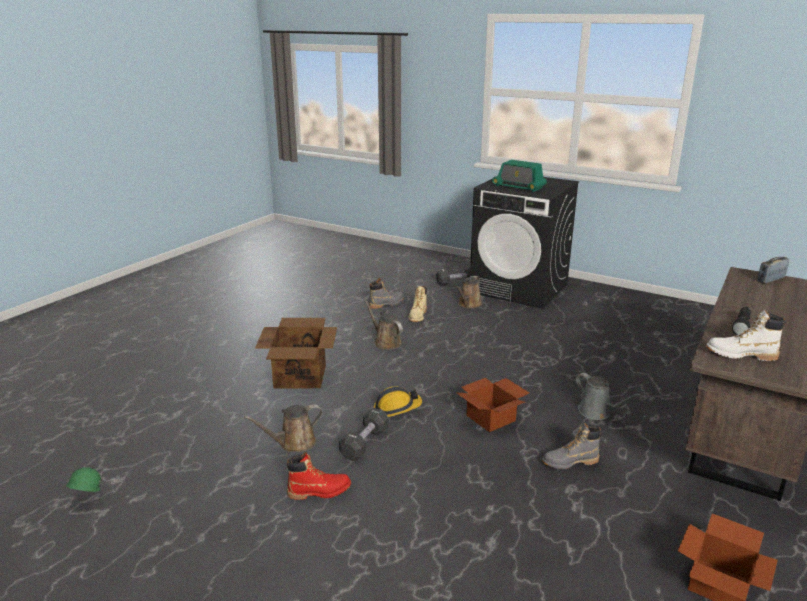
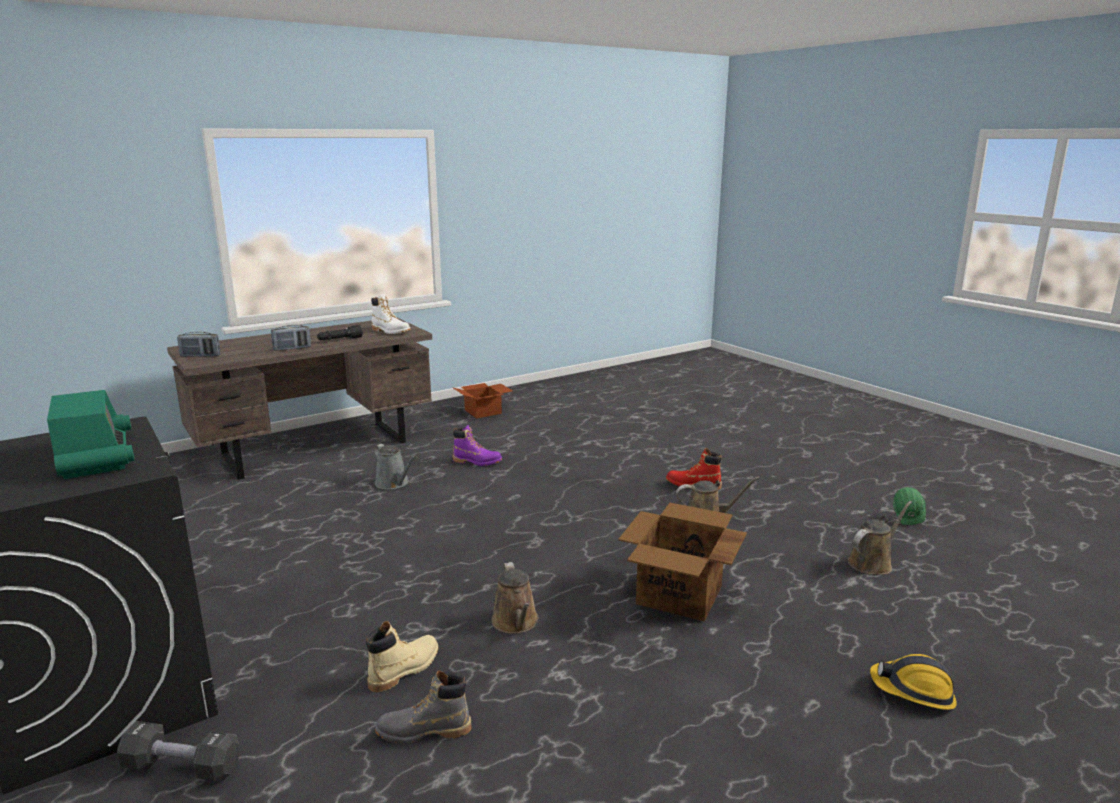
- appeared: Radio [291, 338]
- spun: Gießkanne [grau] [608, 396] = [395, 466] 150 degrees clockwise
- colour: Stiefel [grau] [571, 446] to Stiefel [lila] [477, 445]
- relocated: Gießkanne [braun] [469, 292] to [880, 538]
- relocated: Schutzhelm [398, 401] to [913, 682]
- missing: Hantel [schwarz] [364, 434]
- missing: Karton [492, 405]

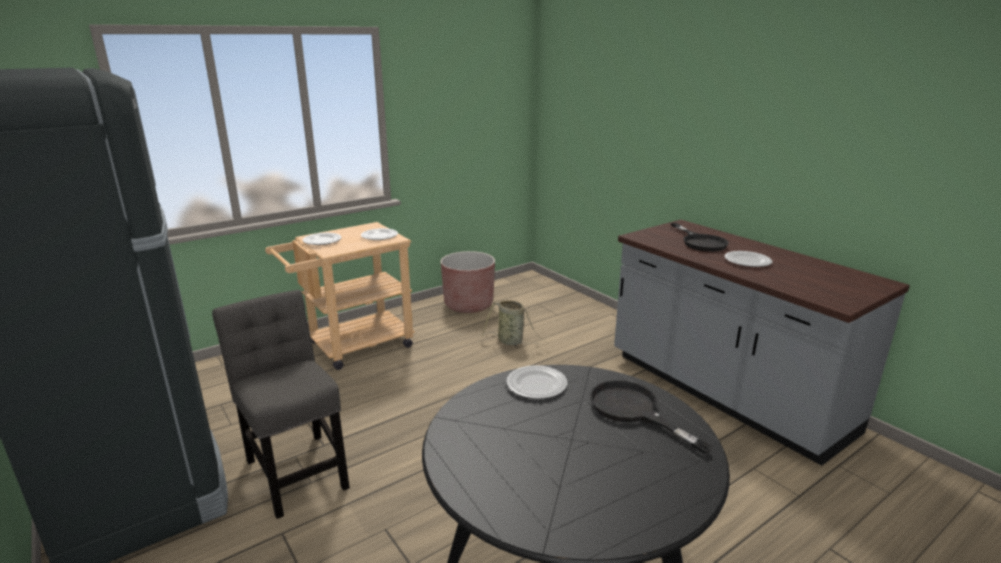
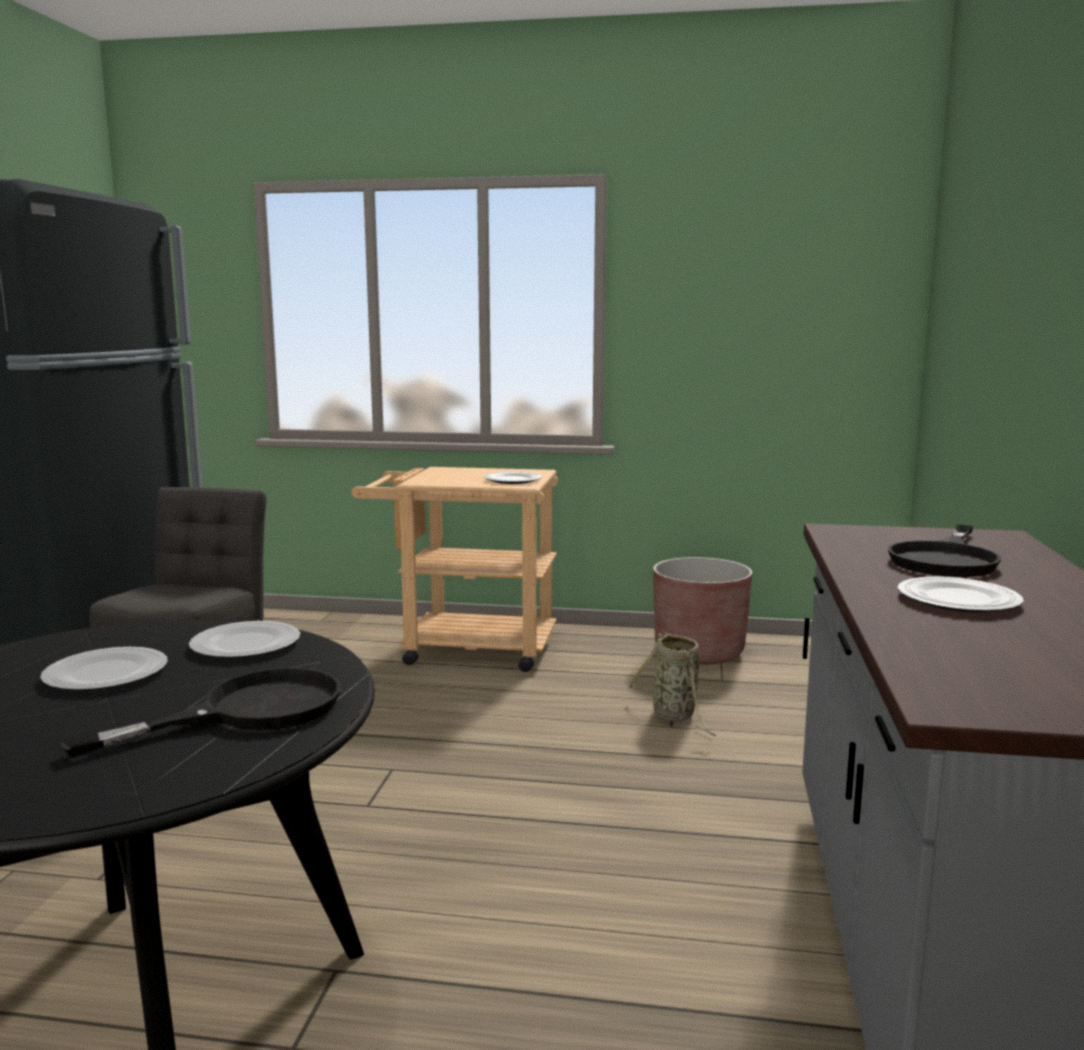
- relocated: Teller [322, 239] to [104, 668]
- spun: Pfanne [schwarz] [651, 417] = [201, 712] 45 degrees clockwise

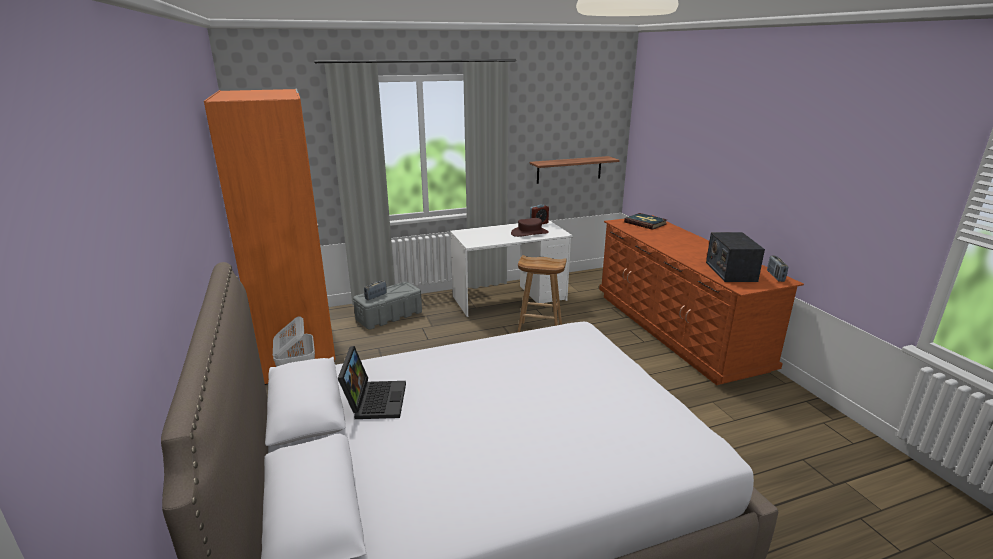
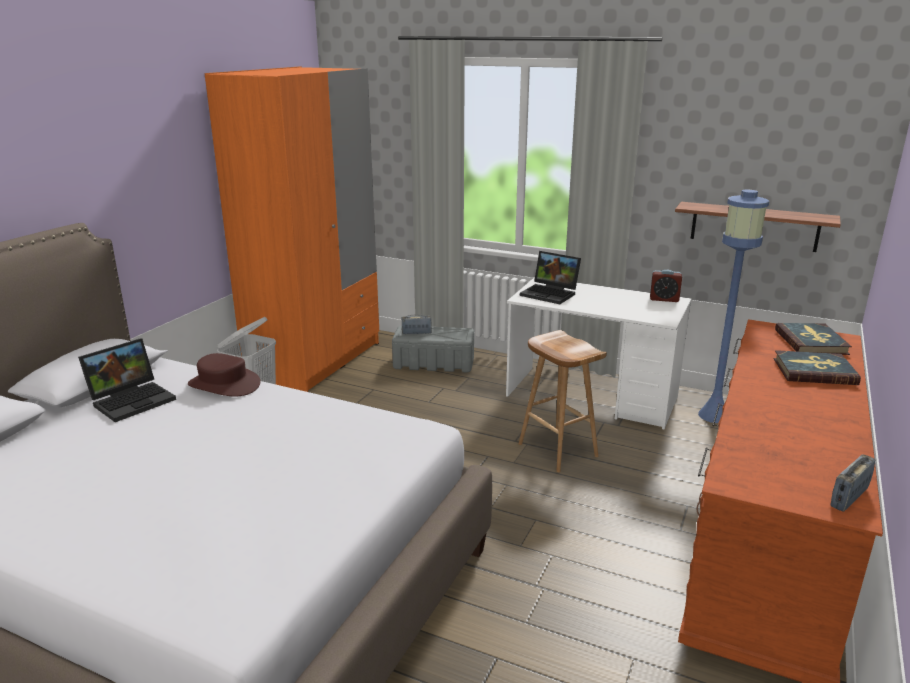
- relocated: Hut [braun] [530, 227] to [224, 374]
- appeared: Laptop [550, 277]
- appeared: Stehlampe [blau] [733, 306]
- appeared: Buch [817, 367]
- missing: Radio [735, 257]

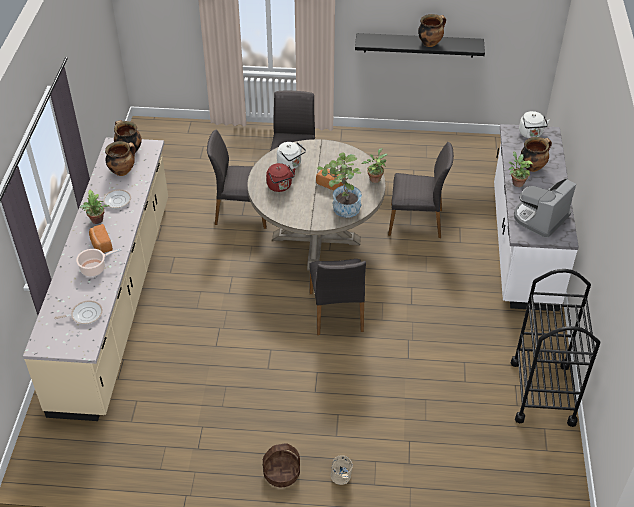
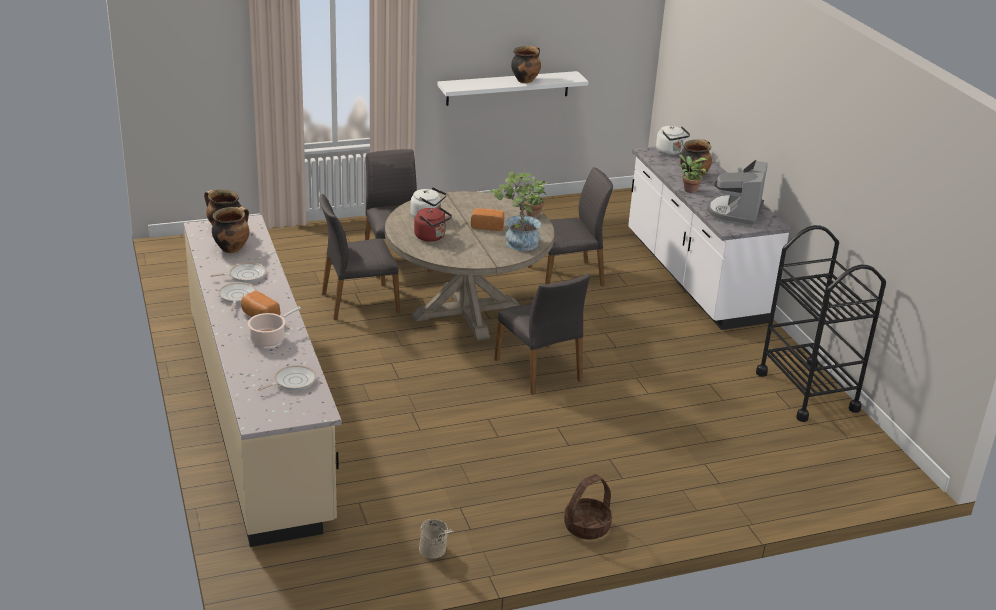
- exchanged: Topfpflanze [94, 207] to Pfanne [237, 296]
- relocated: Eimer [beige] [341, 470] to [436, 539]
- colour: Wandregal [schwarz] [420, 45] to Wandregal [weiß] [513, 88]

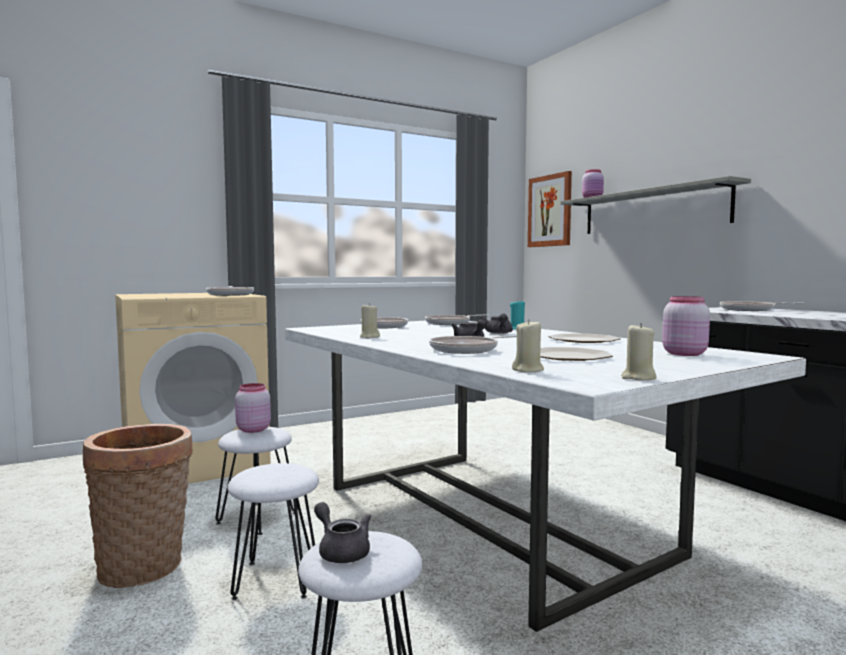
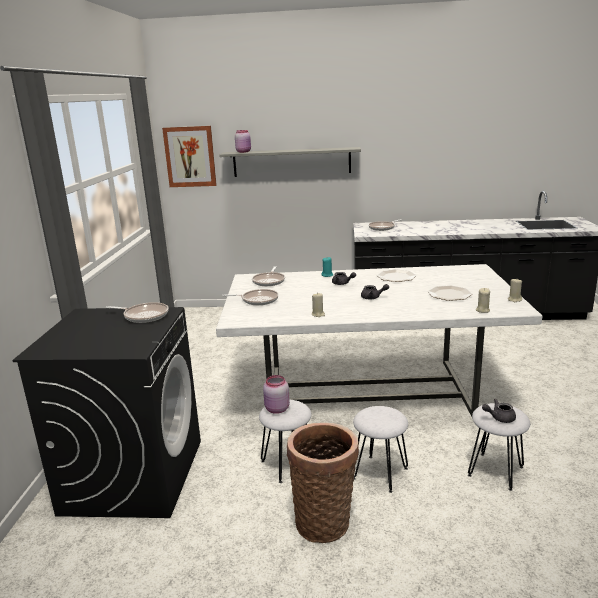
- colour: Waschmaschine [beige] [193, 388] to Waschmaschine [schwarz] [106, 412]
- missing: Pfanne [473, 344]
- missing: Vorratsglas [rosa] [686, 326]

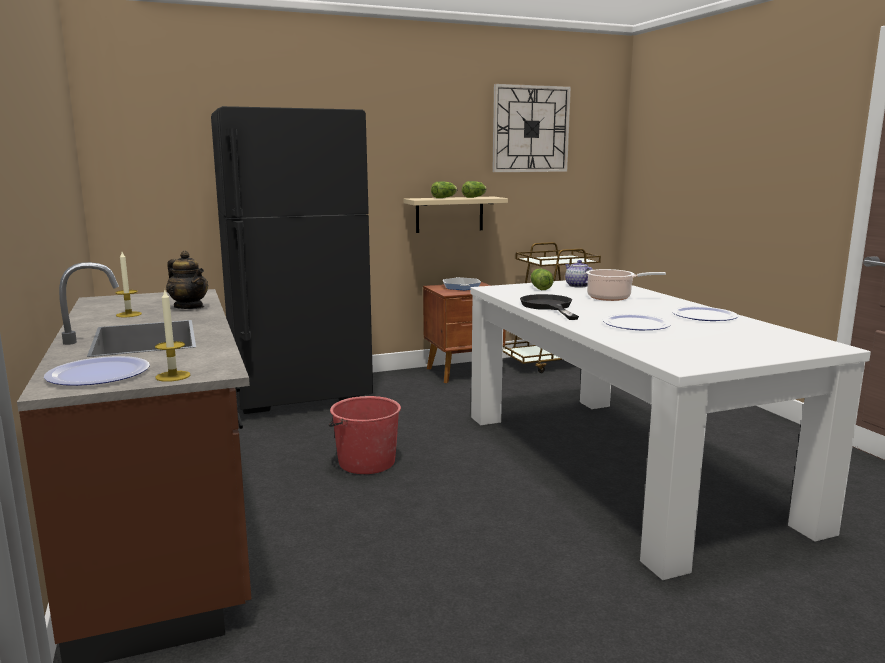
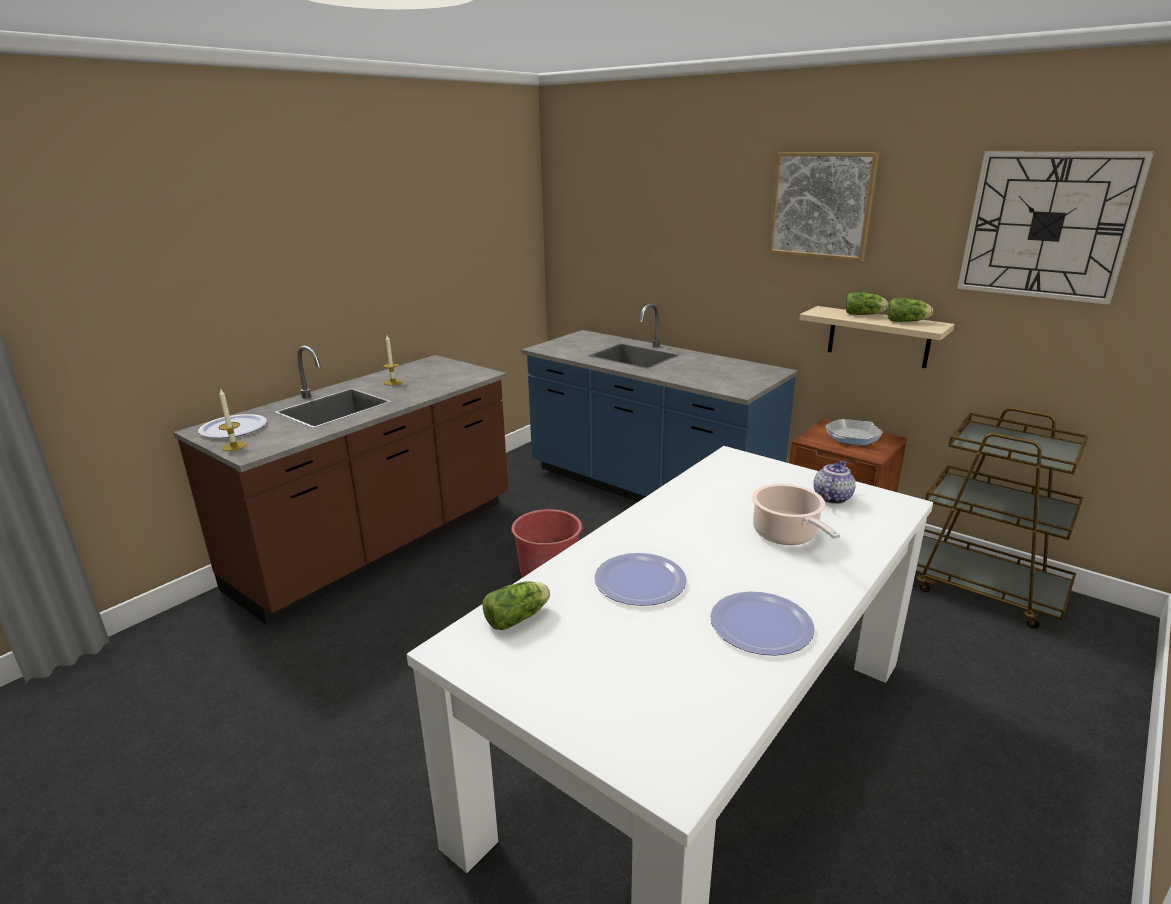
- relocated: Salatkopf [542, 279] to [516, 605]
- exchanged: Kühlschrank [schwarz] [292, 260] to Küchenzeile [blau] [659, 402]
- appeared: Bild [824, 207]
- missing: Teekanne [187, 280]
- missing: Pfanne [schwarz] [549, 307]

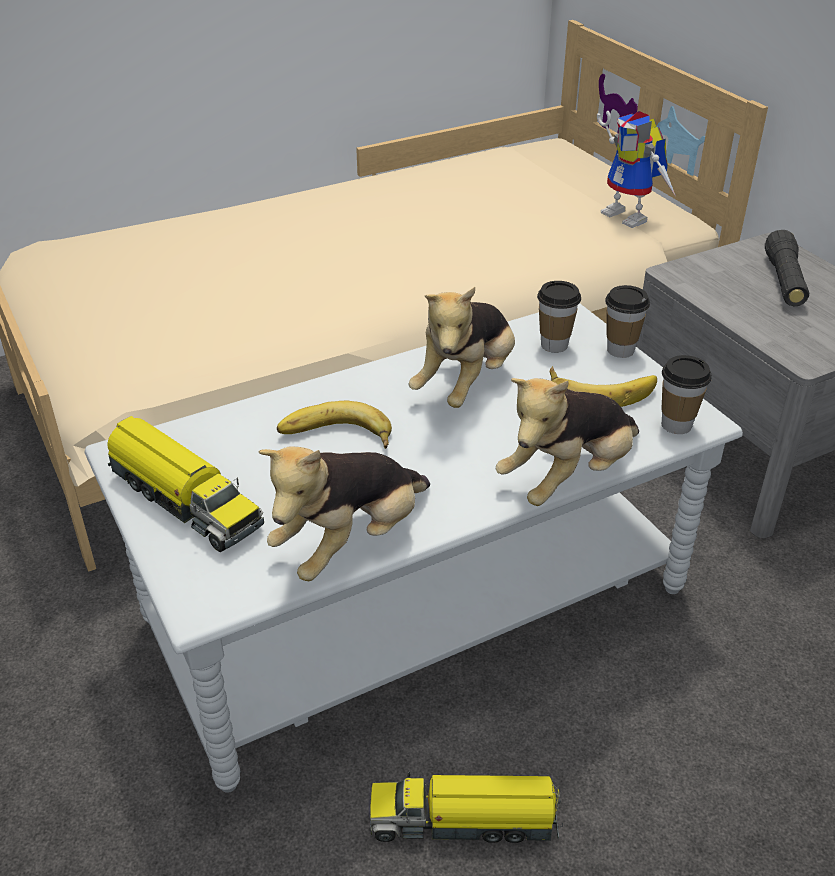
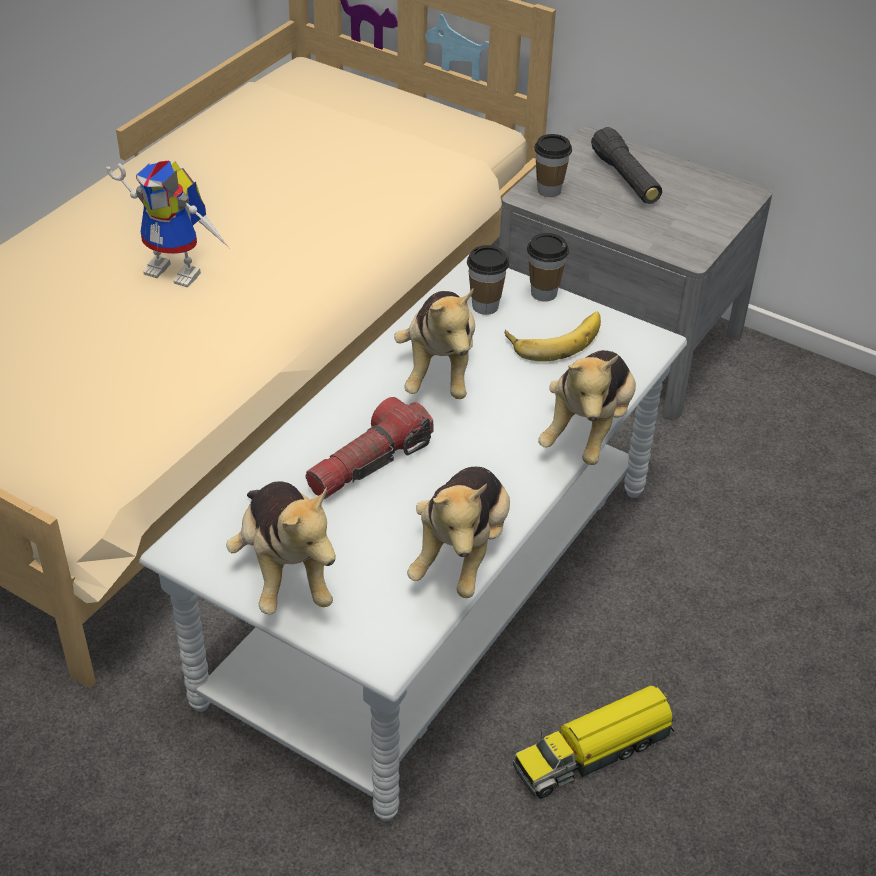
- relocated: Spielzeugroboter [636, 169] to [167, 224]
- exchanged: Spielzeuglaster [186, 484] to Plüschtier [281, 548]
- exchanged: Banane [334, 425] to Taschenlampe [369, 448]
- relocated: Tasse [686, 394] to [553, 165]

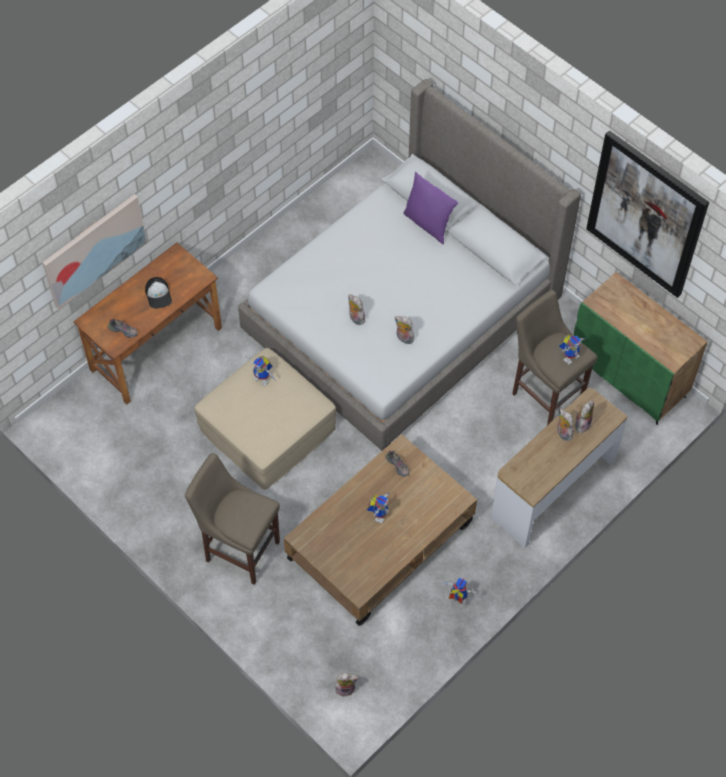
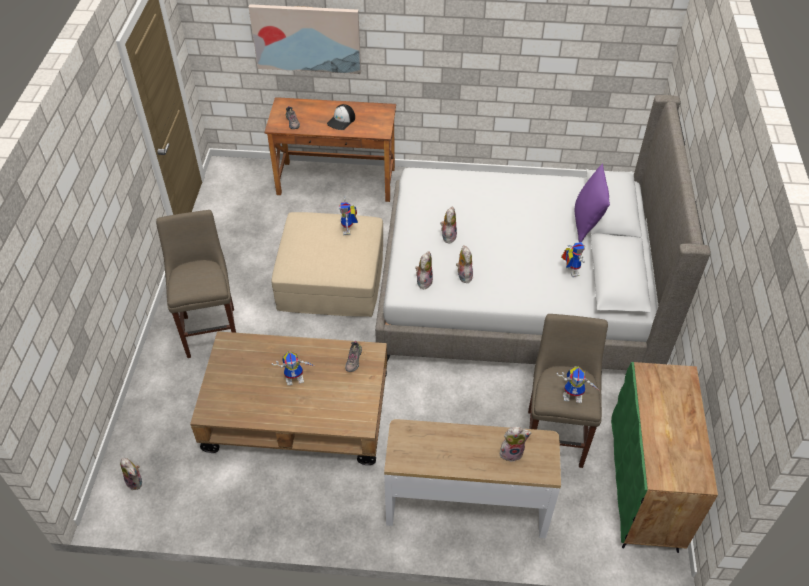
- relocated: Plüschtier [565, 425] to [424, 271]
- relocated: Spielzeugroboter [459, 591] to [573, 259]
- missing: Bild [647, 214]

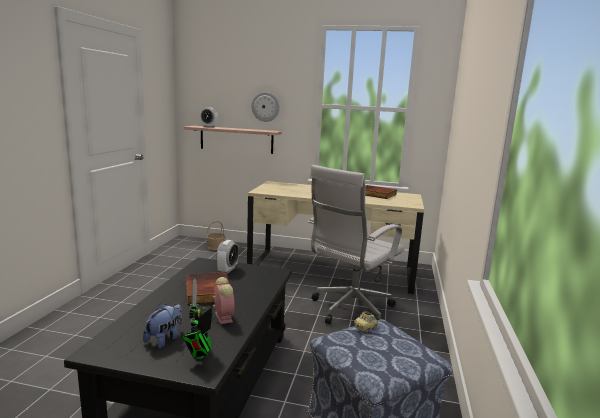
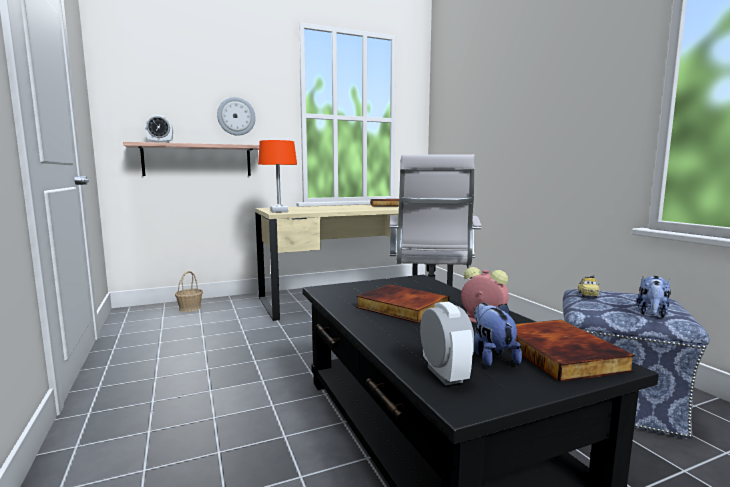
- appeared: Tischlampe [orange] [277, 176]
- relocated: Wecker [227, 257] to [447, 343]
- exchanged: Spielzeugroboter [197, 319] to Buch [575, 351]
- appeared: Plüschtier [653, 297]

